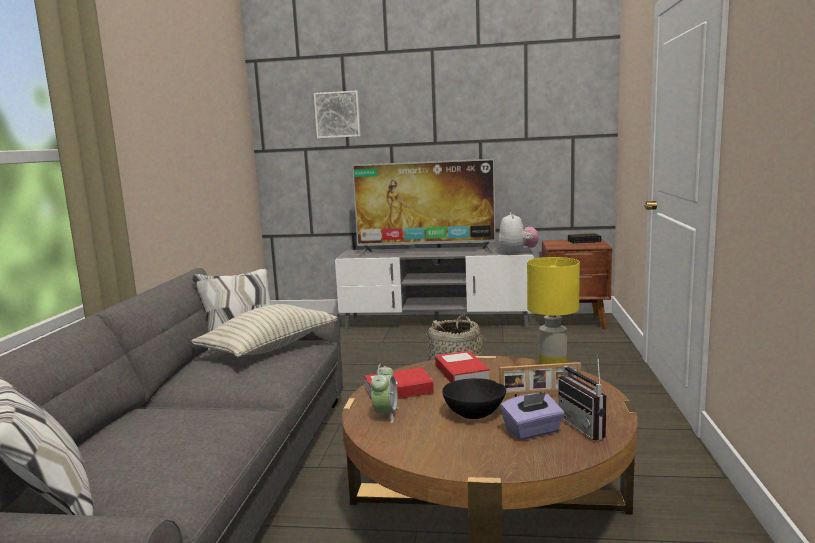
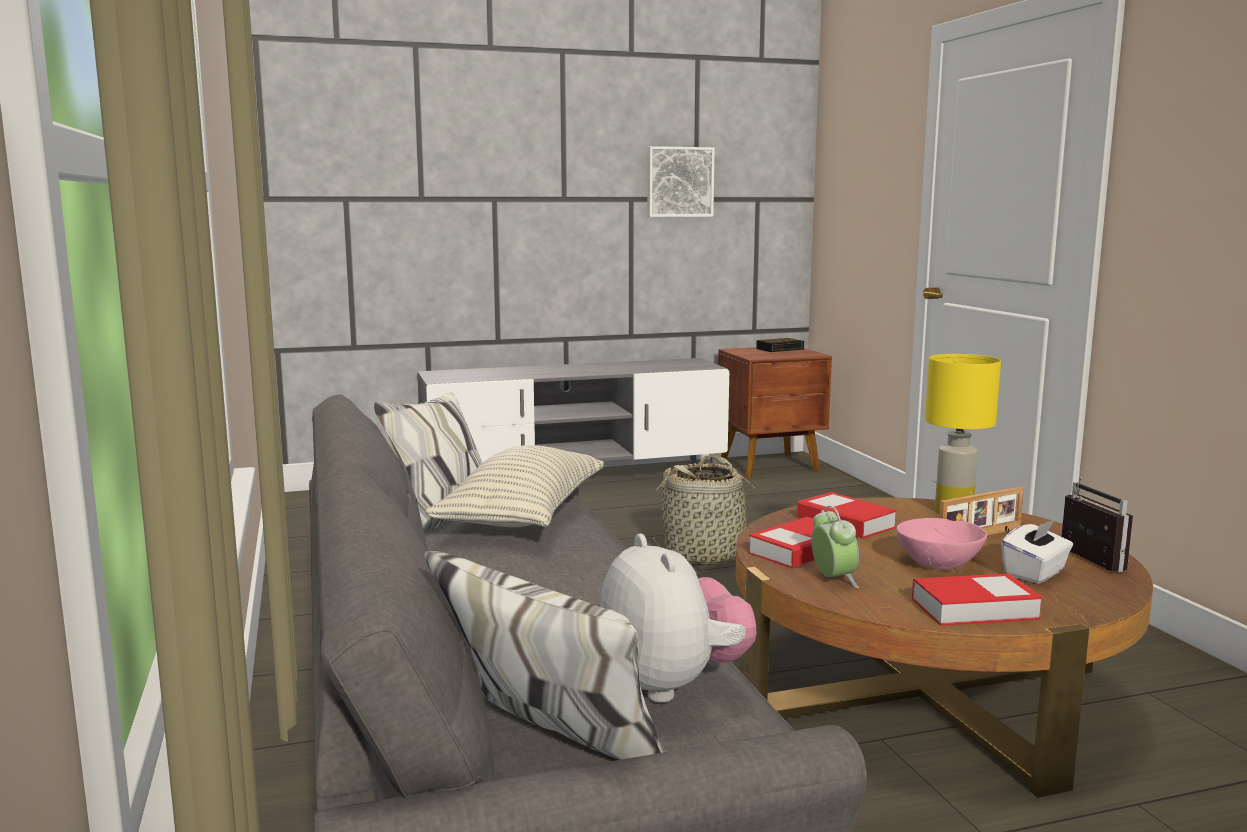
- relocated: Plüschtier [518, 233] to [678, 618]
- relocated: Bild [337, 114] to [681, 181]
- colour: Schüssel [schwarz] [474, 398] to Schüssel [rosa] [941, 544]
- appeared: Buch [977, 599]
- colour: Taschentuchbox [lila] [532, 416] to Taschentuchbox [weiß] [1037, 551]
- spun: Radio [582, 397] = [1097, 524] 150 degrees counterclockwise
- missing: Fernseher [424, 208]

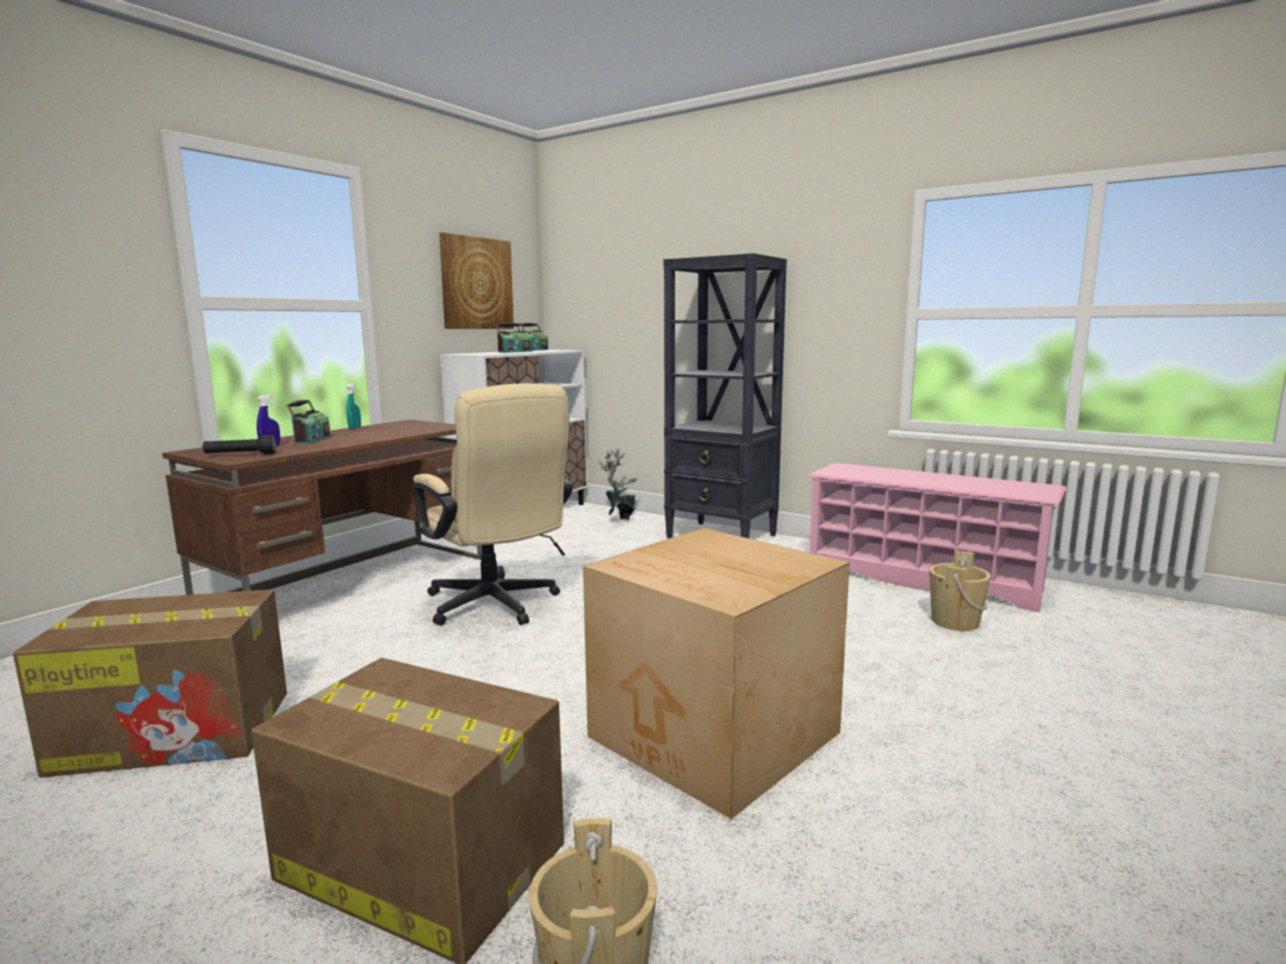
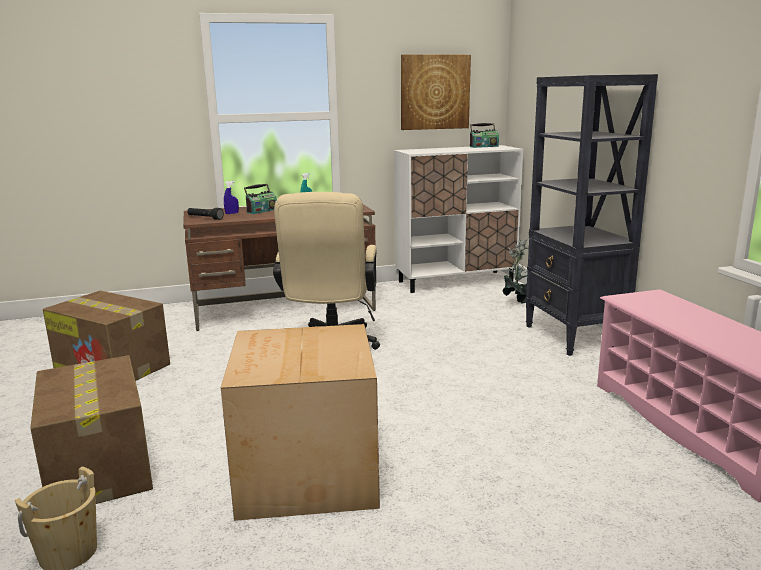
- missing: Radio [514, 338]
- missing: Eimer [beige] [960, 591]

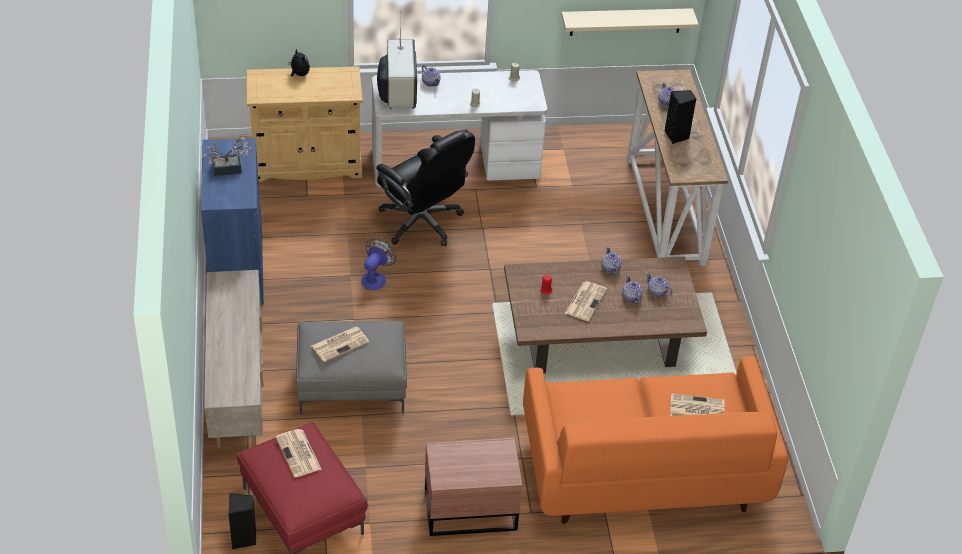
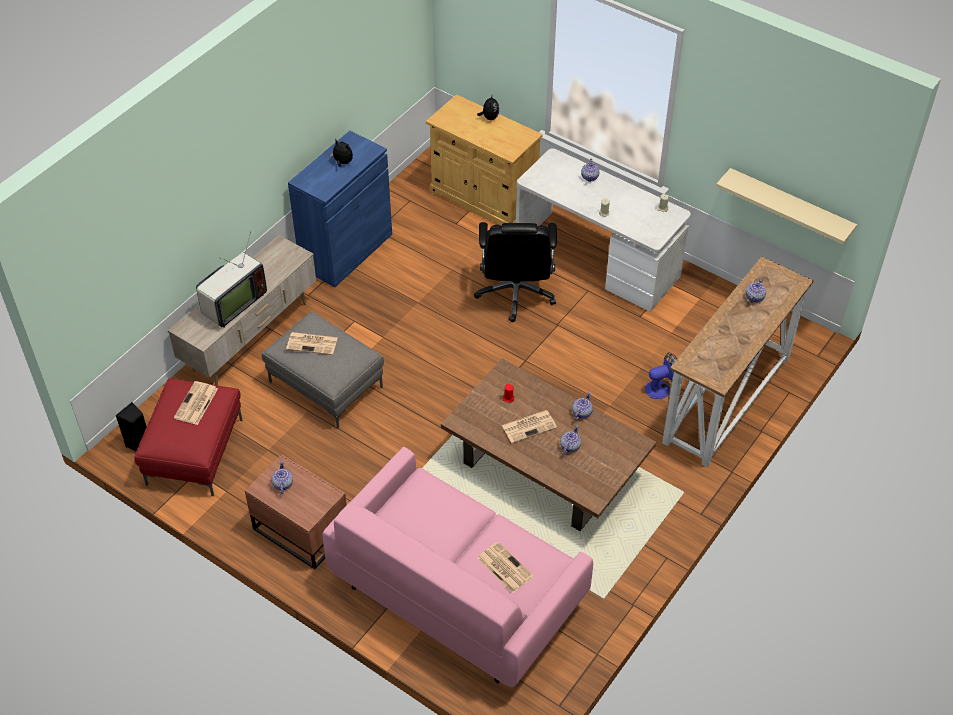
- relocated: Fernseher [397, 60] to [231, 280]
- relocated: Teekanne [659, 284] to [282, 477]
- colour: Sofa [orange] [655, 440] to Sofa [rosa] [458, 567]
- exchanged: Topfpflanze [228, 154] to Plüschtier [341, 153]
- relocated: Ventilator [378, 264] to [661, 375]
- missing: Lautsprecher [schwarz] [680, 117]

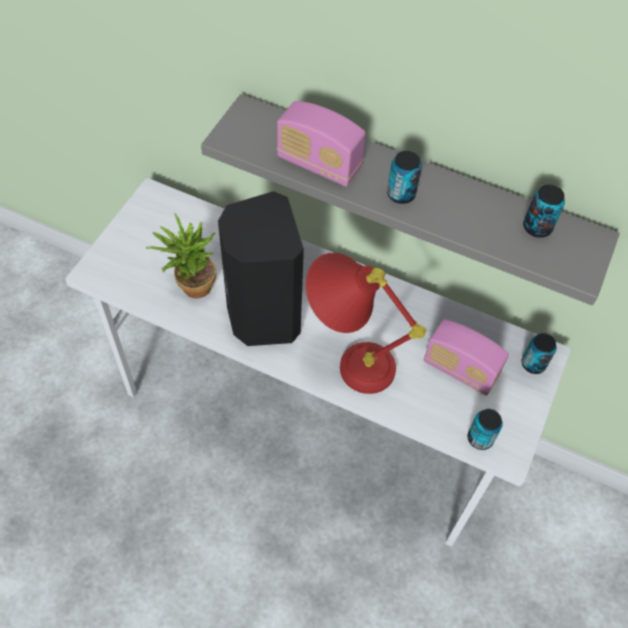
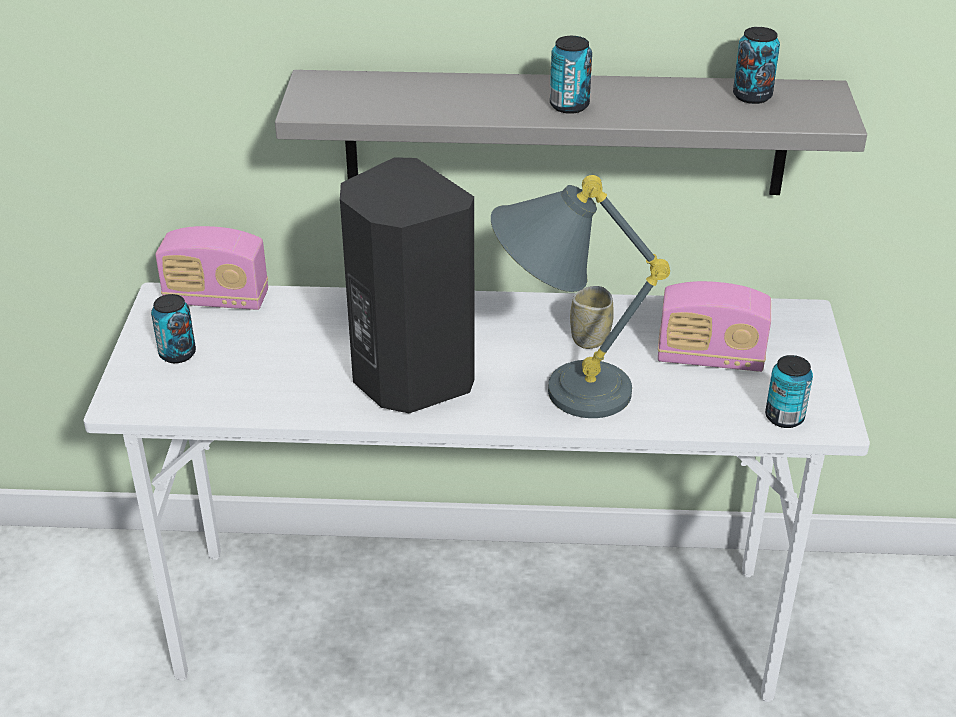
- relocated: Dose [539, 353] to [173, 328]
- relocated: Radio [321, 144] to [211, 268]
- colour: Tischlampe [rot] [366, 323] to Tischlampe [grau] [580, 296]
- appeared: Tasse [592, 317]
- missing: Topfpflanze [180, 255]

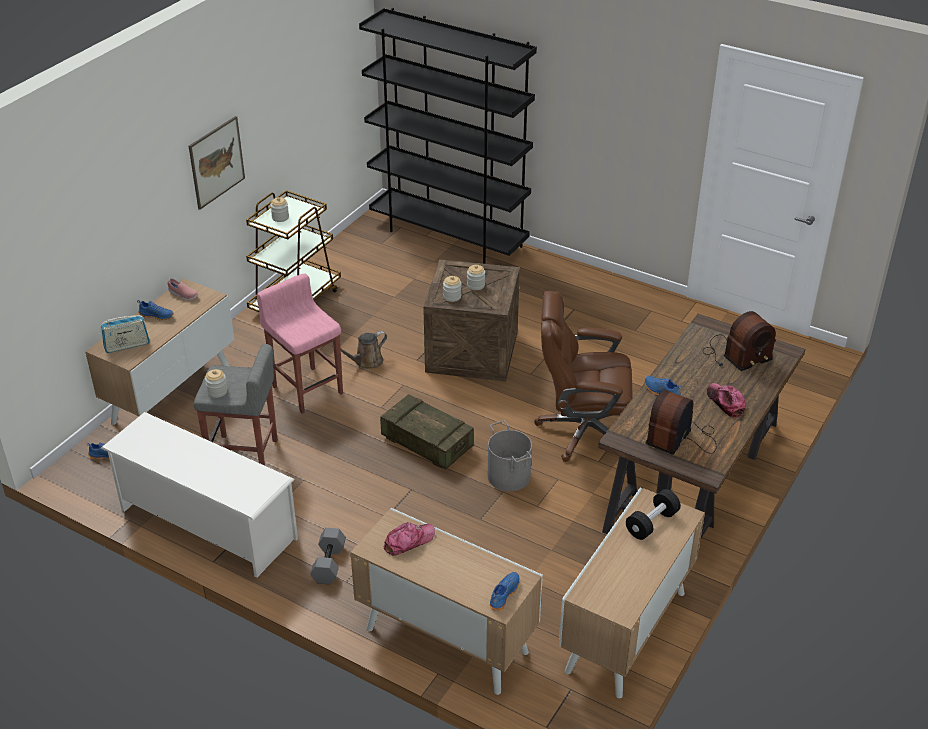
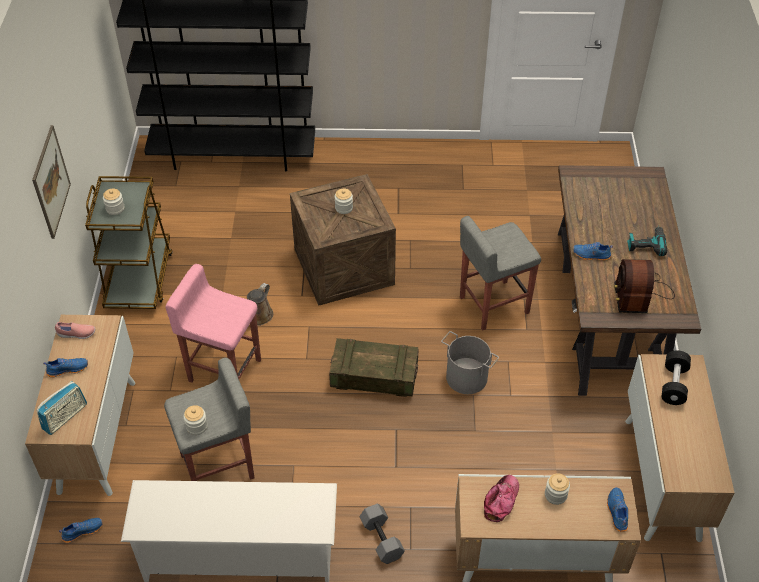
- exchanged: Bürostuhl [braun] [583, 376] to Hocker [grau] [500, 273]
- relocated: Vorratsglas [452, 289] to [557, 489]
- exchanged: Kappe [726, 400] to Bohrmaschine [647, 241]
- missing: Radio [739, 341]

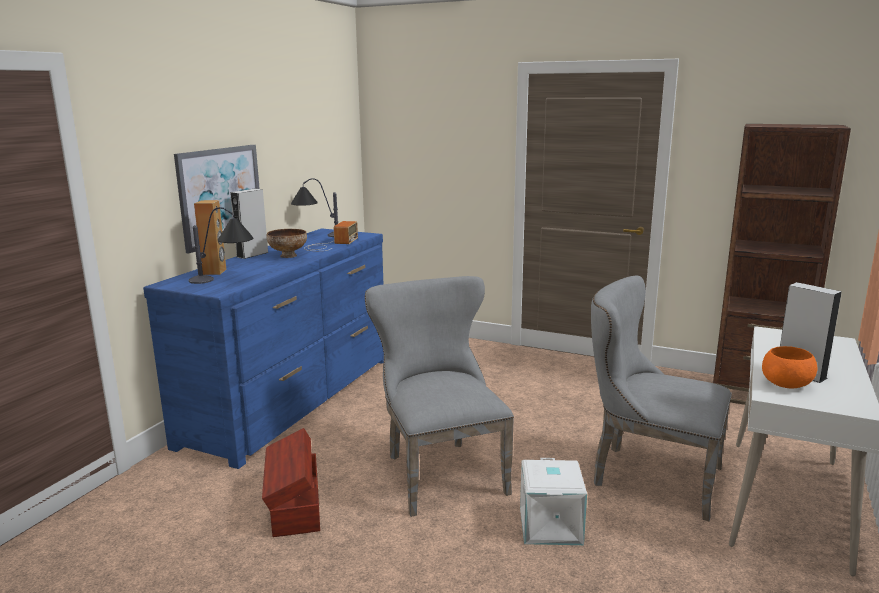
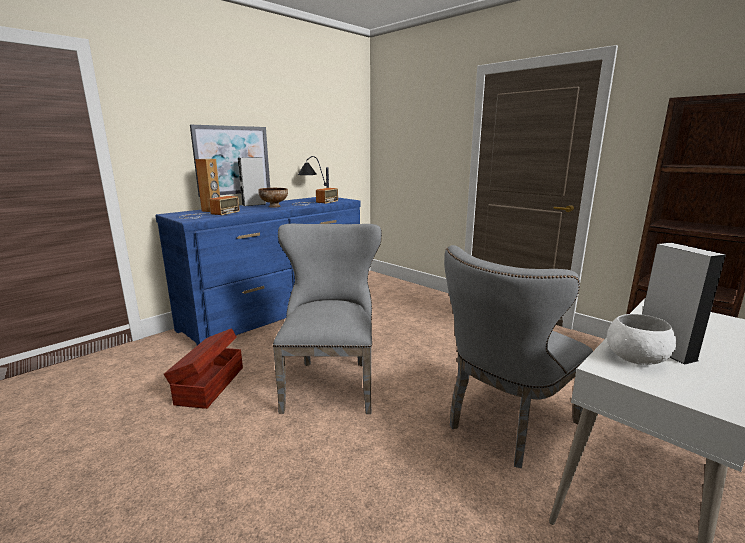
- exchanged: Tischlampe [220, 245] to Radio [210, 207]
- spun: Stuhl [grau] [661, 398] = [518, 356] 90 degrees counterclockwise
- colour: Schüssel [orange] [789, 367] to Schüssel [weiß] [642, 339]
- missing: Aufbewahrungsbox [weiß] [553, 501]

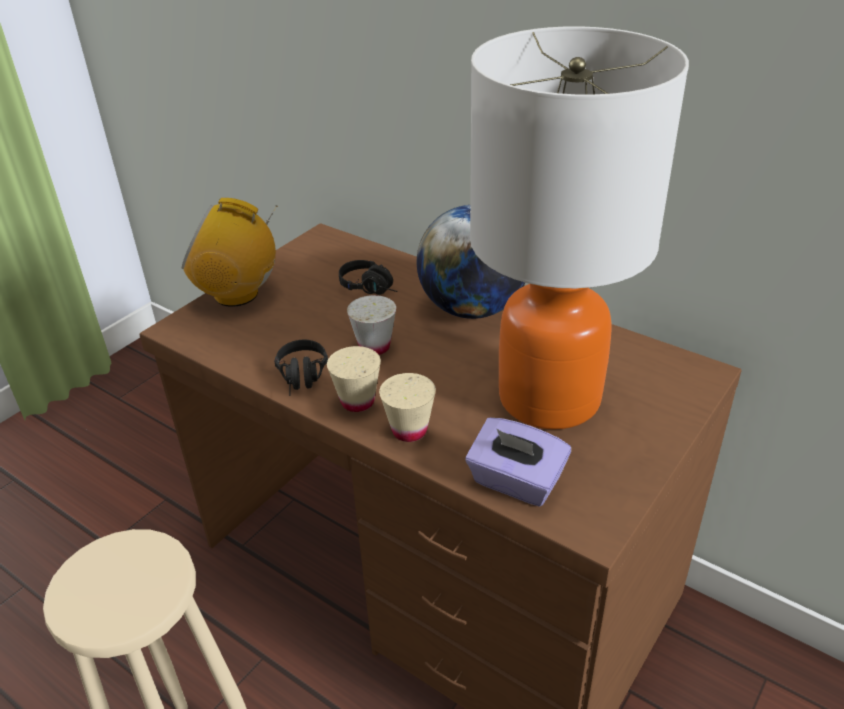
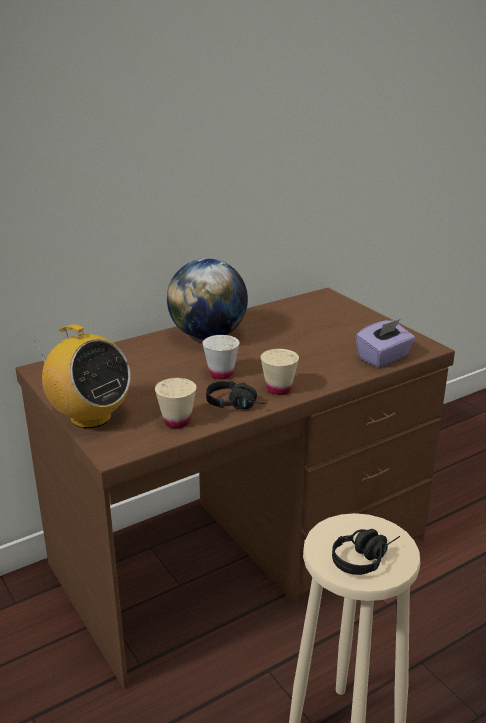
- spun: Radio [230, 252] = [82, 376] 75 degrees counterclockwise
- relocated: Tasse [beige] [407, 407] to [175, 403]
- relocated: Kopfhörer [schwarz] [368, 277] to [366, 552]
- missing: Tischlampe [579, 228]

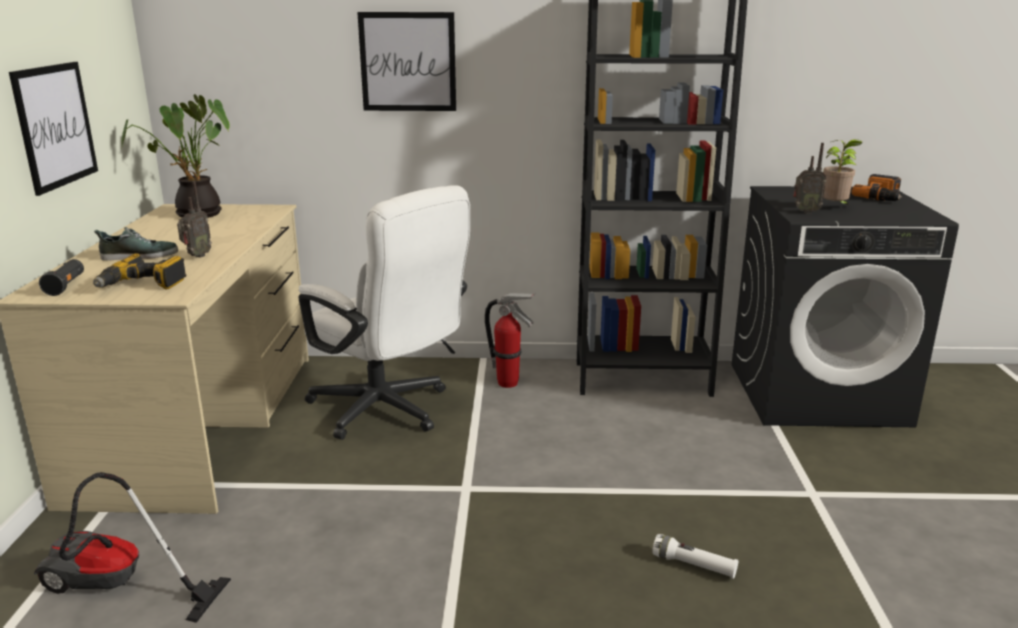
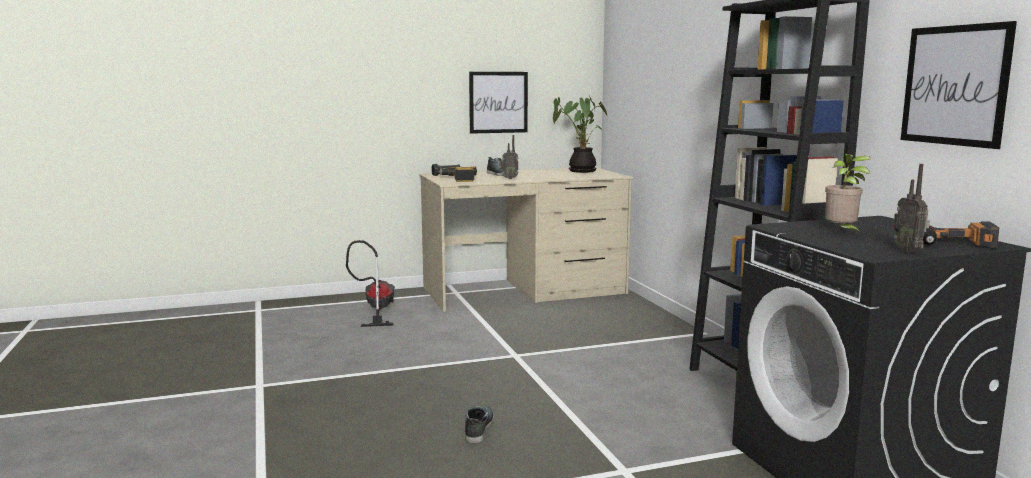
- exchanged: Taschenlampe [weiß] [695, 556] to Schuh [479, 424]
- relocated: Radio [809, 178] to [912, 208]
- relocated: Bild [406, 61] to [959, 85]
- missing: Bürostuhl [weiß] [384, 312]
- missing: Feuerlöscher [510, 340]

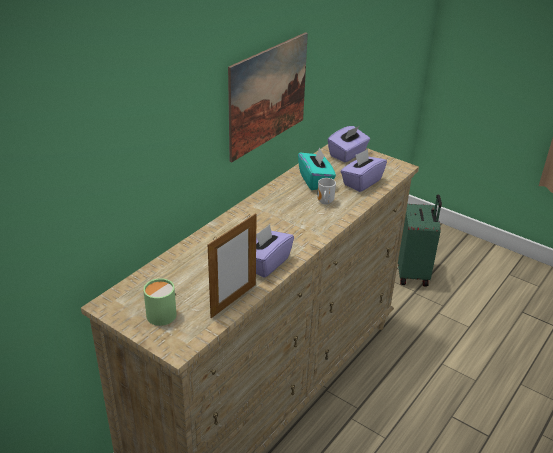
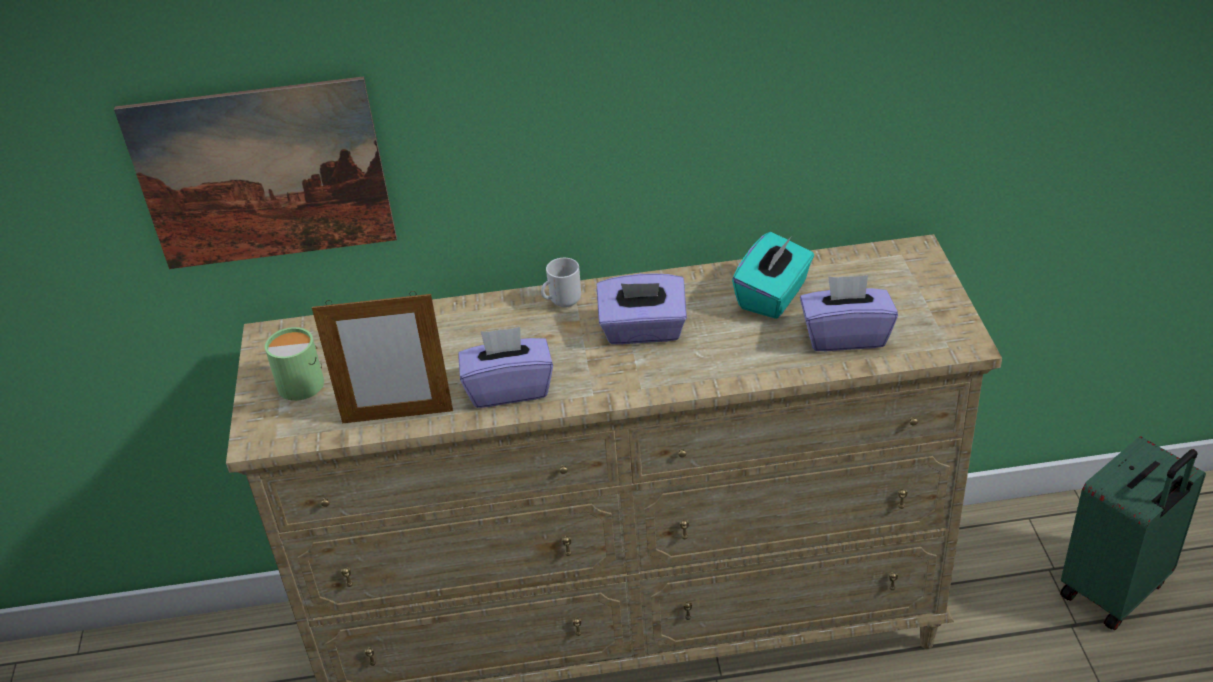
- relocated: Bild [268, 97] to [255, 172]
- relocated: Henkelbecher [326, 191] to [561, 283]
- relocated: Taschentuchbox [lila] [349, 144] to [642, 309]

